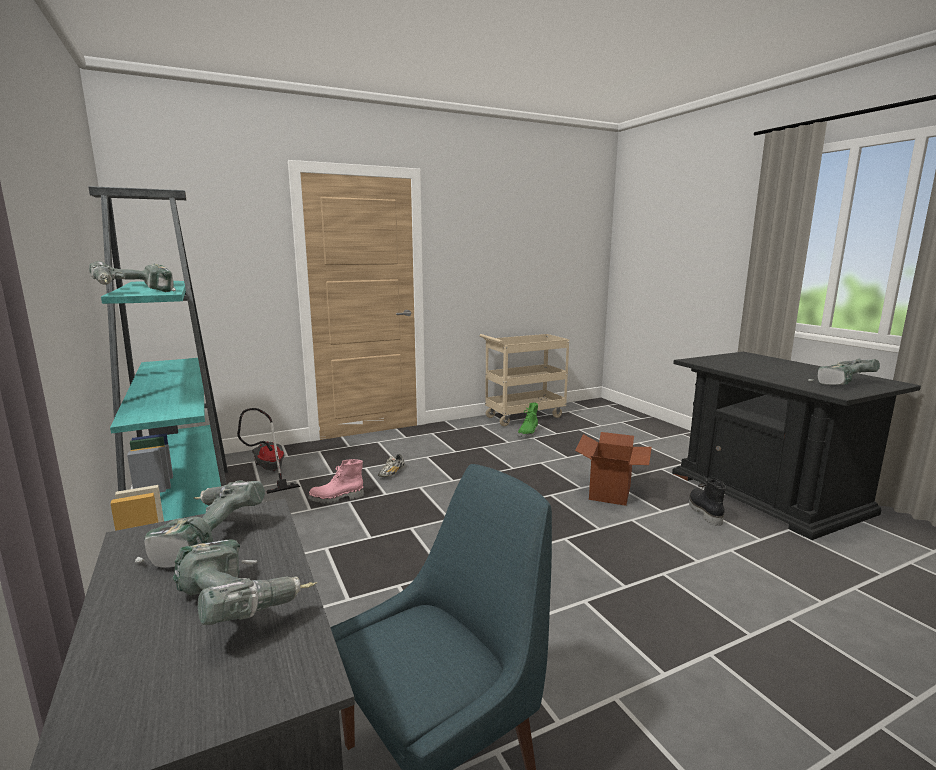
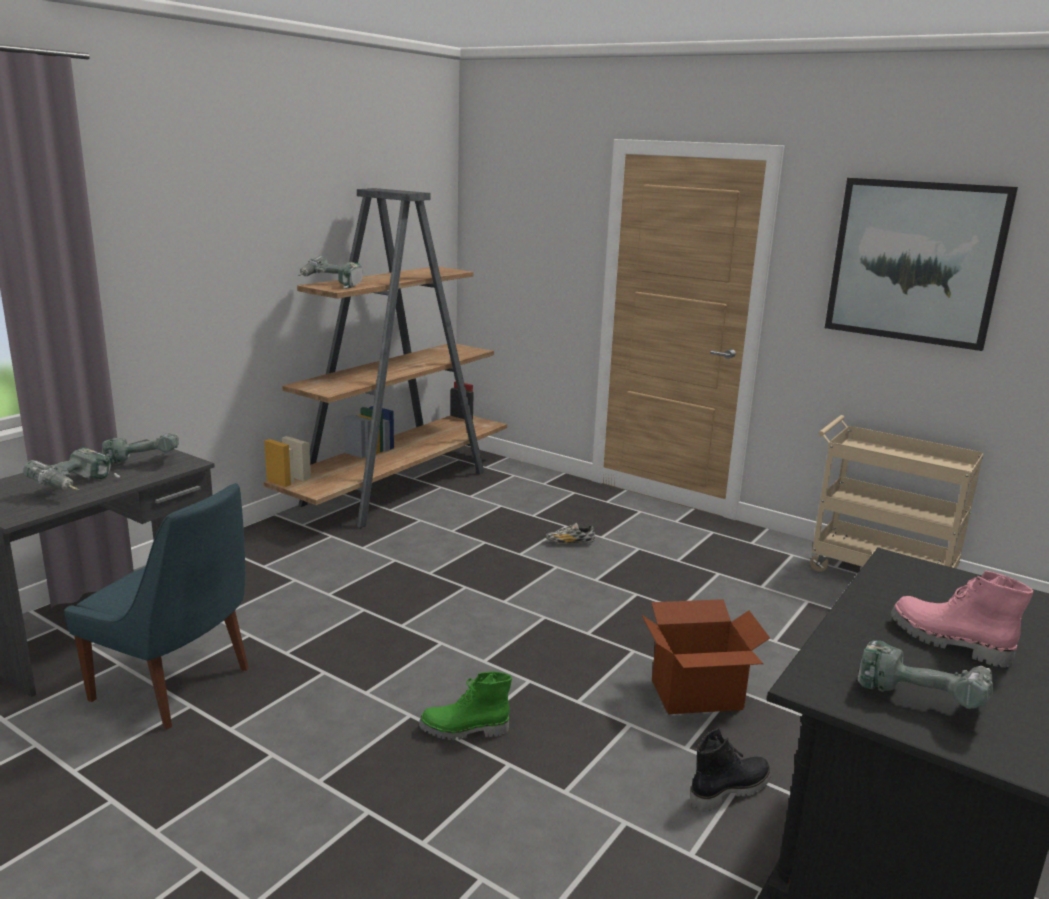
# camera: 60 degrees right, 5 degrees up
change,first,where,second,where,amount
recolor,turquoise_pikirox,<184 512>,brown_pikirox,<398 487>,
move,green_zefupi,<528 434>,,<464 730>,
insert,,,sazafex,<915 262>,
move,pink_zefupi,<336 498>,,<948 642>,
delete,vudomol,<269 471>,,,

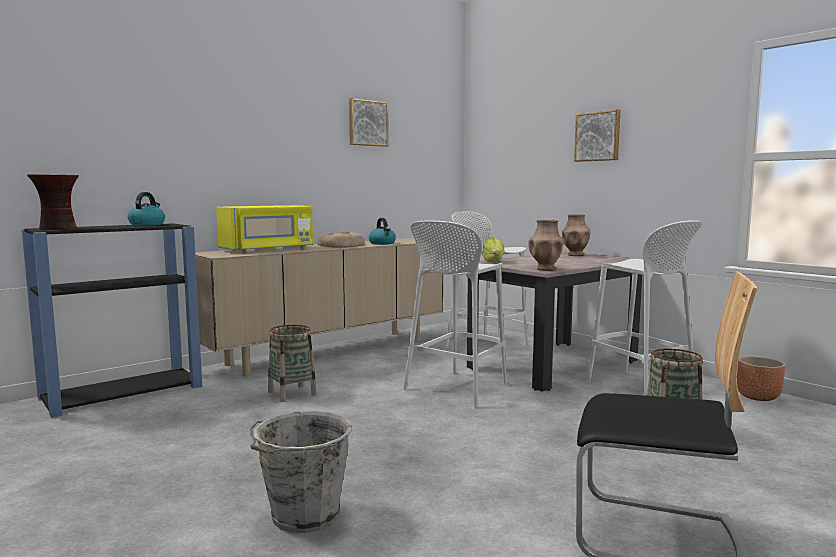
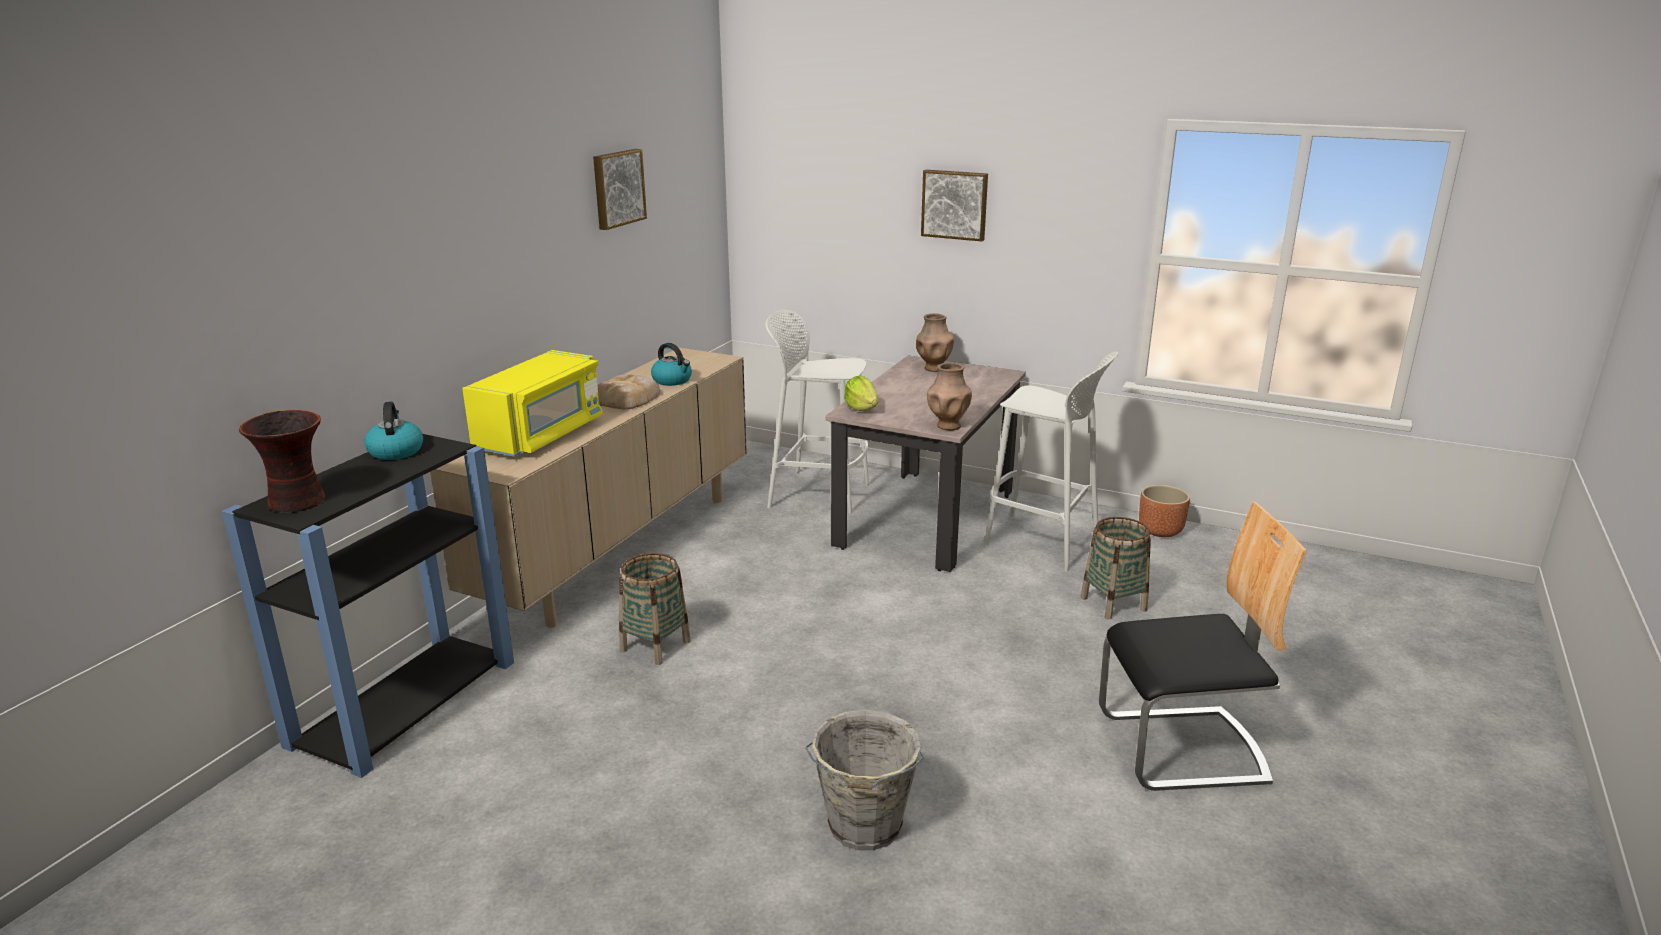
# camera: 25 degrees left, 15 degrees up
change,first,where,second,where,amount
delete,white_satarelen,<457 388>,,,

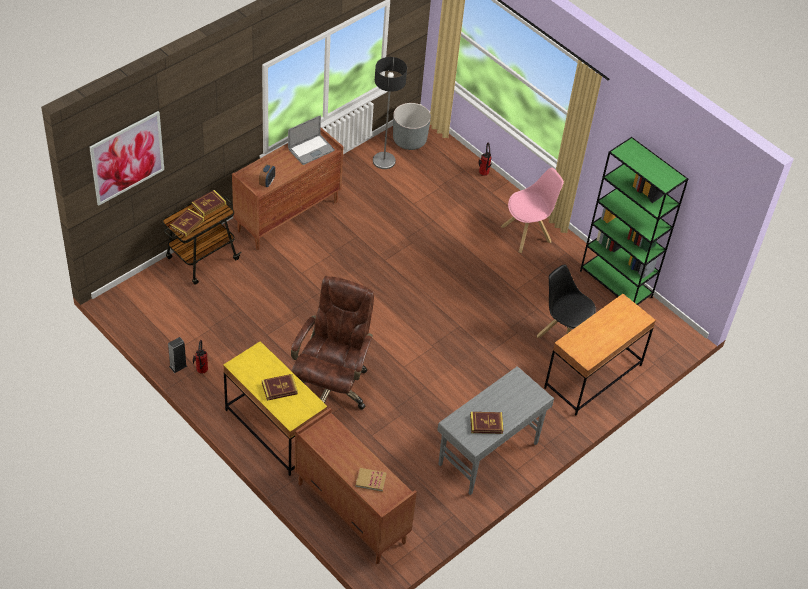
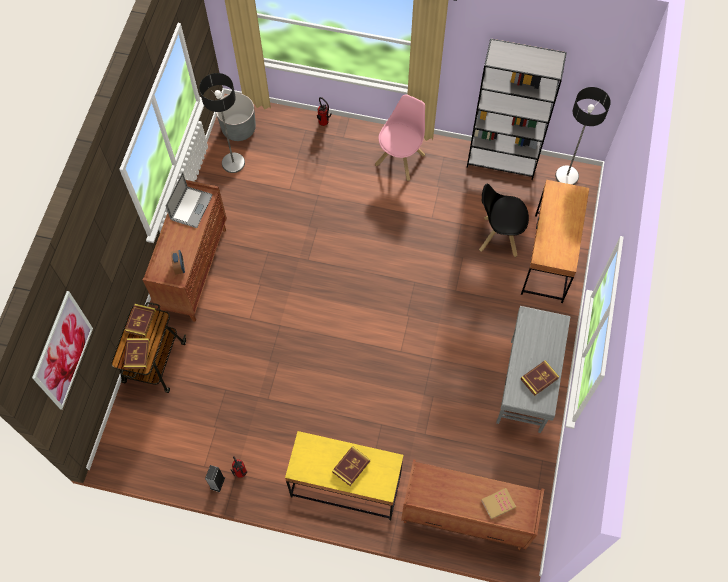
# camera: 30 degrees left, 15 degrees up
change,first,where,second,where,amount
recolor,green_pikirox,<616 284>,grey_pikirox,<502 161>,
insert,,,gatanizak,<567 176>,
delete,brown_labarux,<331 387>,,,

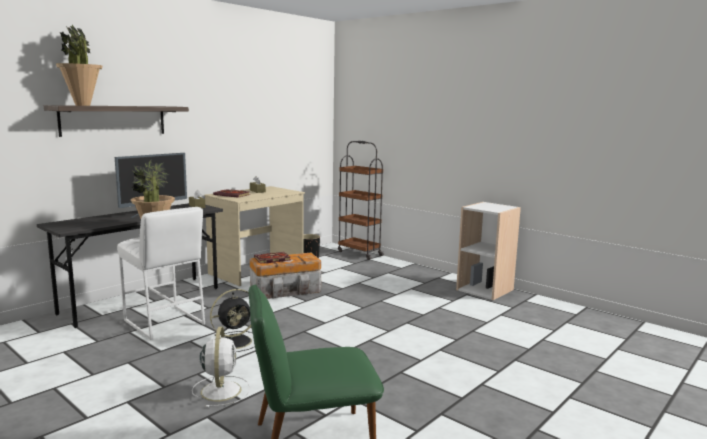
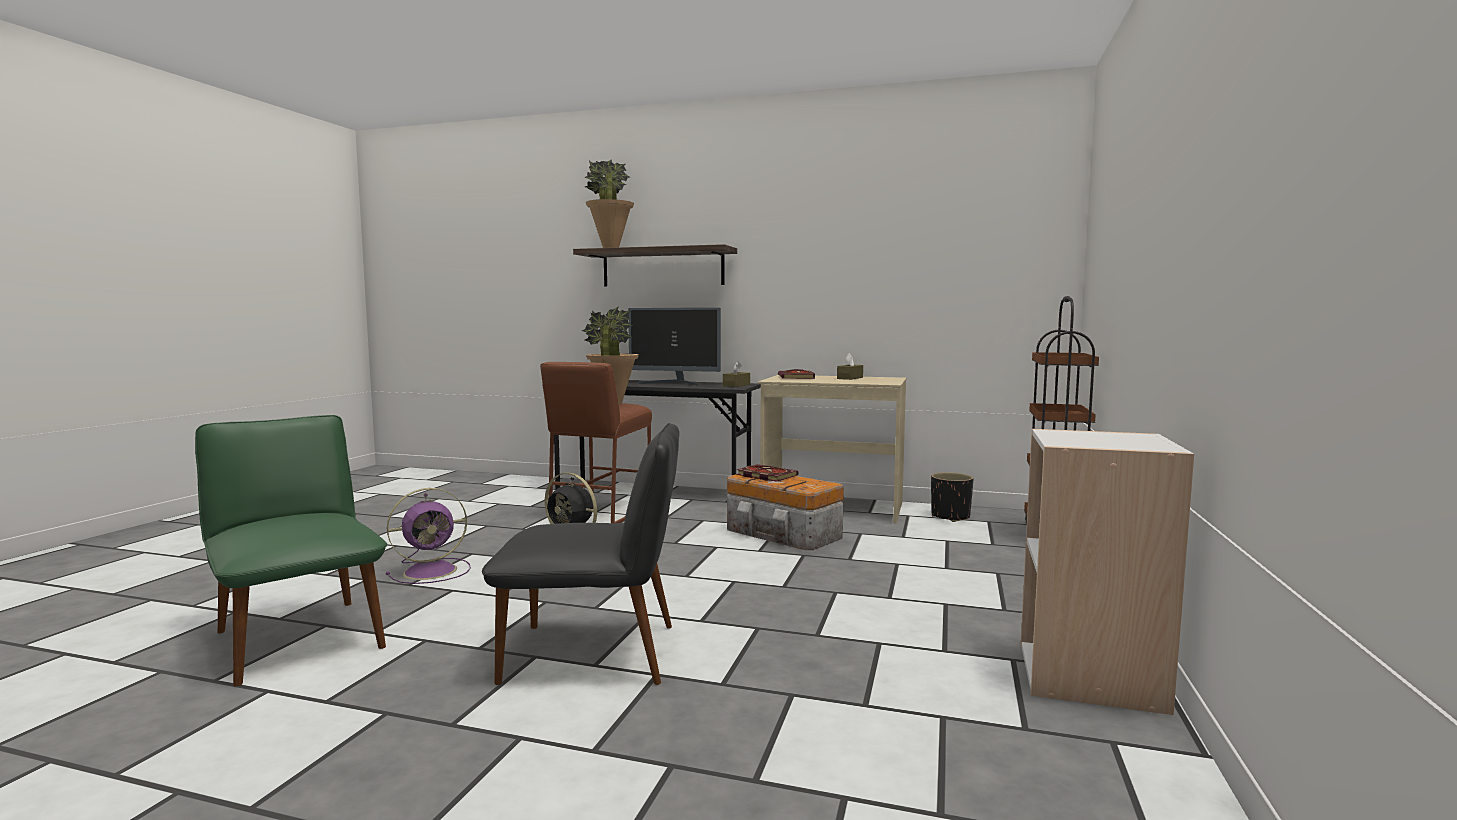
# camera: 65 degrees right, 5 degrees down
change,first,where,second,where,amount
recolor,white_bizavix,<221 390>,purple_bizavix,<433 571>,
insert,,,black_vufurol,<591 653>,
recolor,white_satarelen,<164 322>,brown_satarelen,<600 513>,

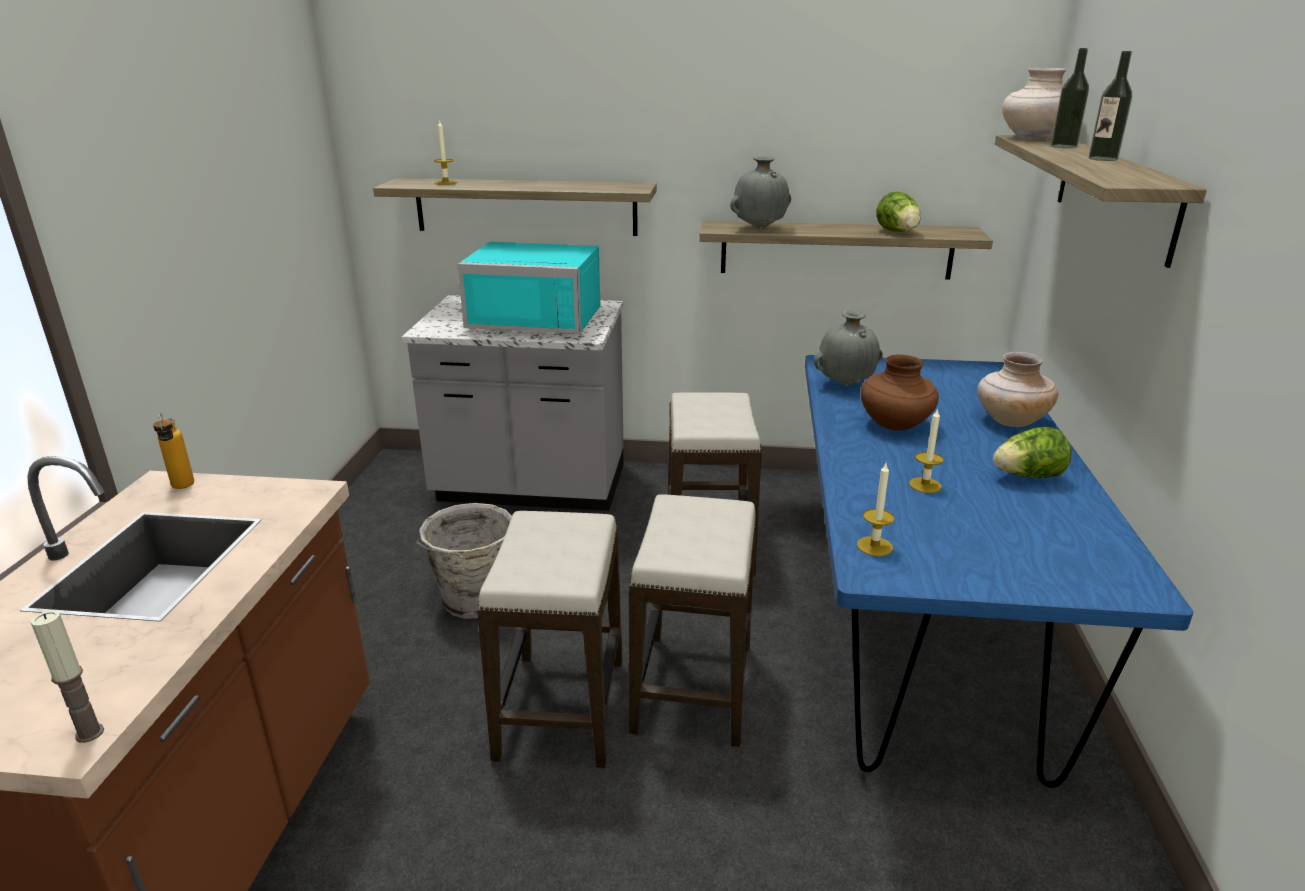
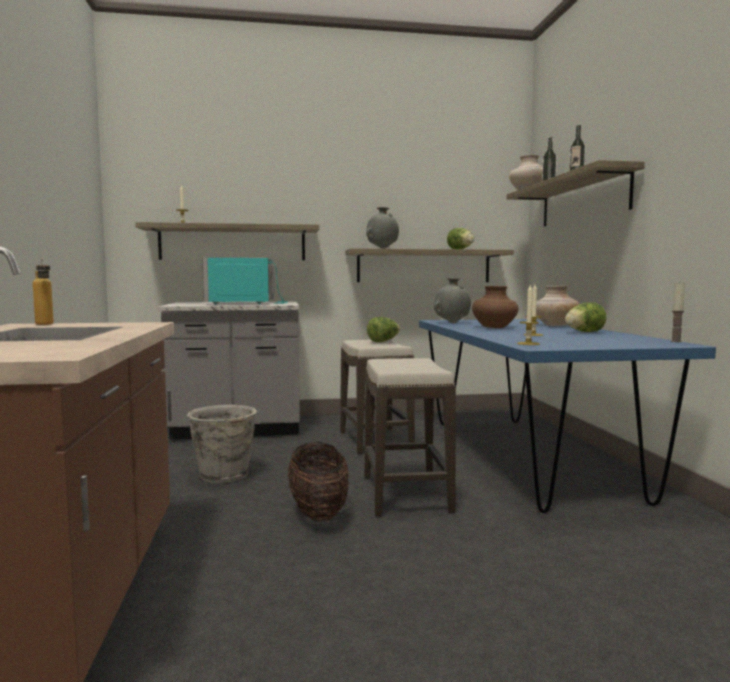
# camera: 15 degrees left, 20 degrees down
change,first,where,second,where,amount
rotate,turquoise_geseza,<538 317>,,<247 303>,90 degrees clockwise
replace,satarelen,<561 708>,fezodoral,<318 512>,
insert,,,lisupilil,<383 341>,
move,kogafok,<90 733>,,<676 341>,

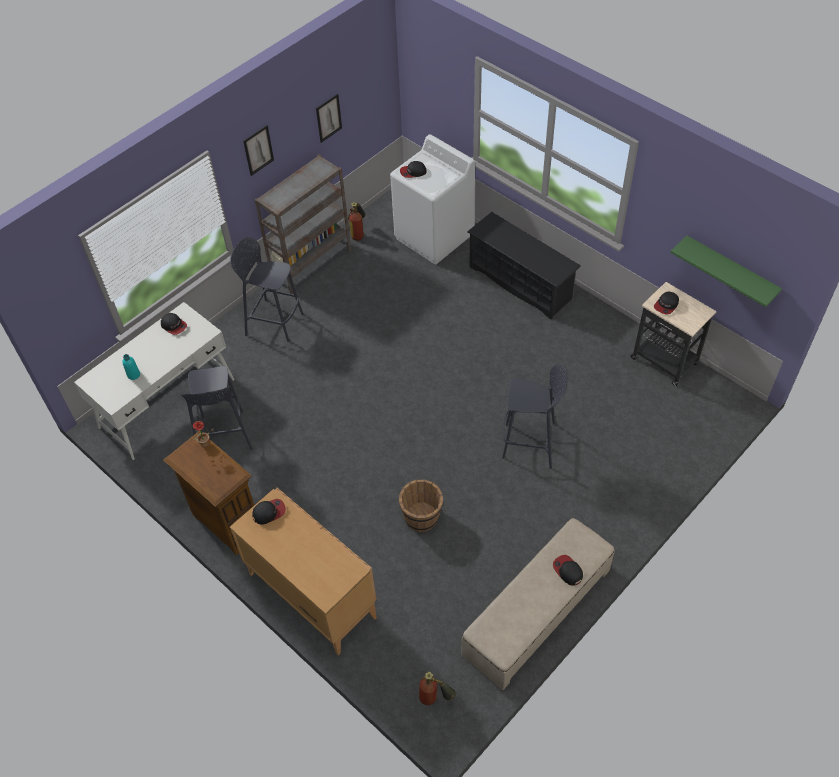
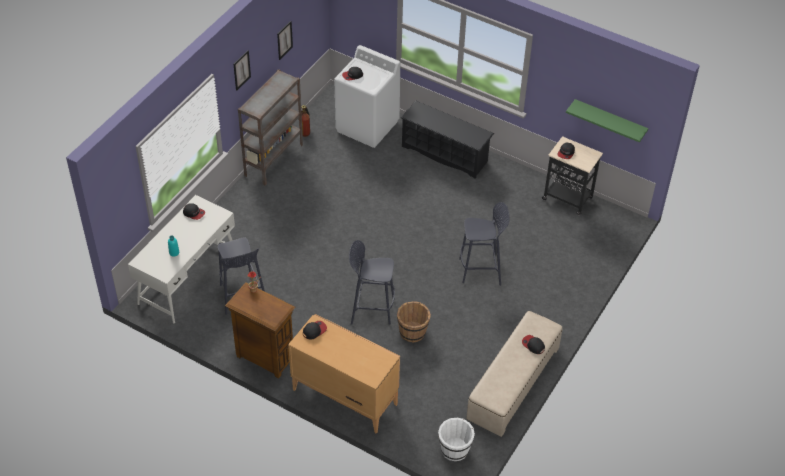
# camera: 15 degrees left, 5 degrees down
change,first,where,second,where,amount
move,grey_satarelen,<274 322>,,<371 309>,
replace,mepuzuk,<435 699>,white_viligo,<454 450>,

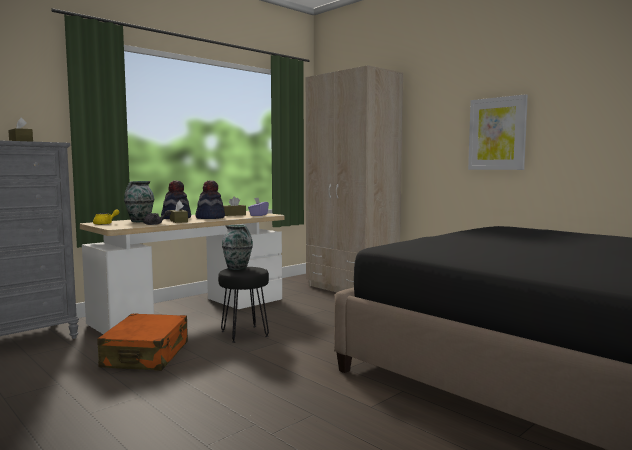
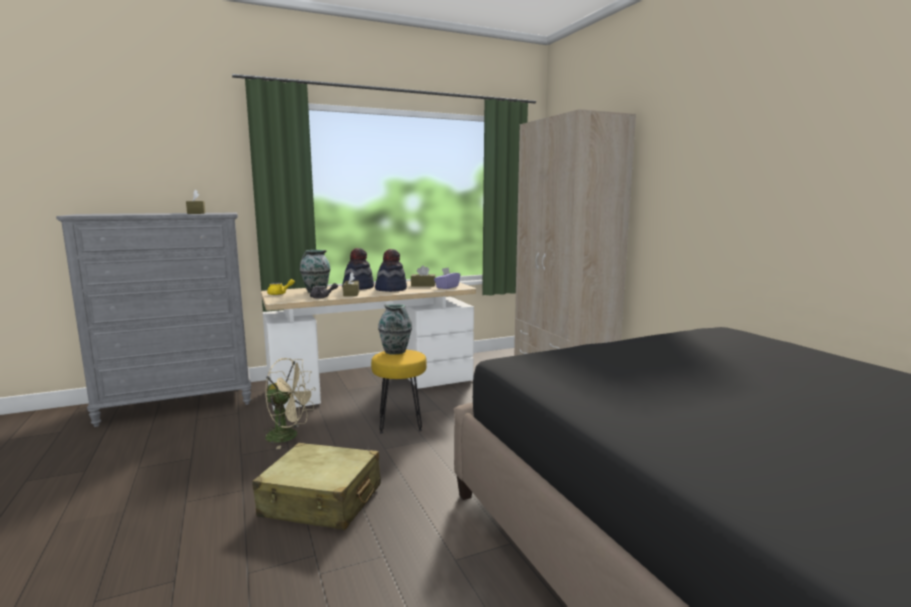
# camera: 20 degrees right, 5 degrees up
change,first,where,second,where,amount
insert,,,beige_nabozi,<321 501>,
replace,orange_nabozi,<146 355>,beige_bizavix,<289 436>,
recolor,black_satarelen,<244 334>,yellow_satarelen,<399 423>,
delete,sazafex,<497 134>,,,

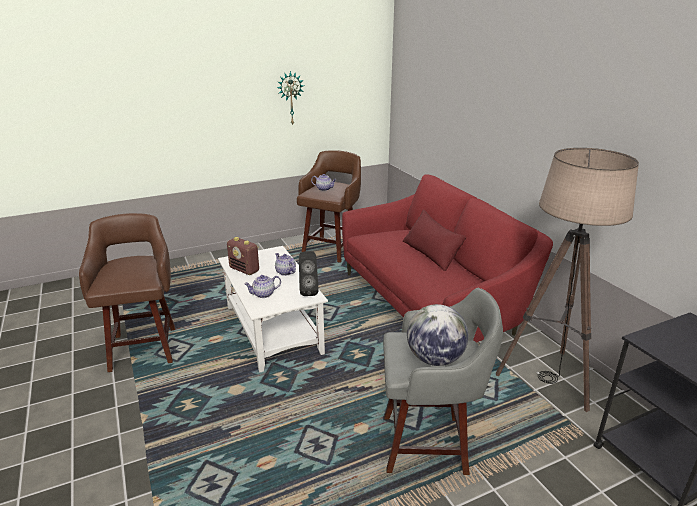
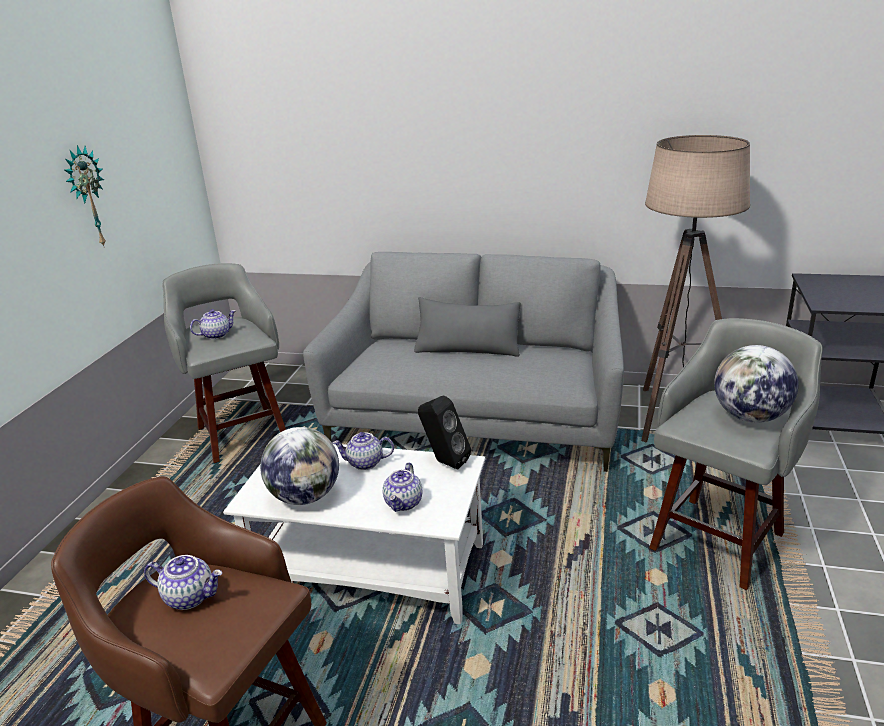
# camera: 50 degrees left, 0 degrees up
change,first,where,second,where,amount
insert,,,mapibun,<190 596>,
recolor,brown_satarelen,<331 248>,grey_satarelen,<242 432>,
replace,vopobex,<244 270>,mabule,<305 497>,
recolor,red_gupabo,<432 304>,grey_gupabo,<476 419>,

